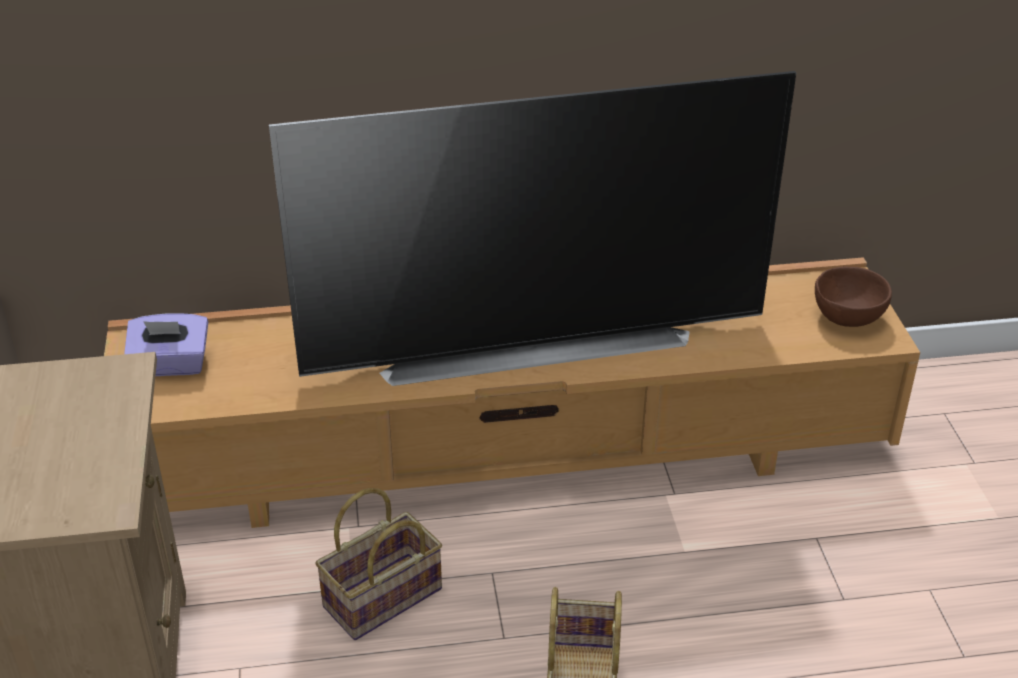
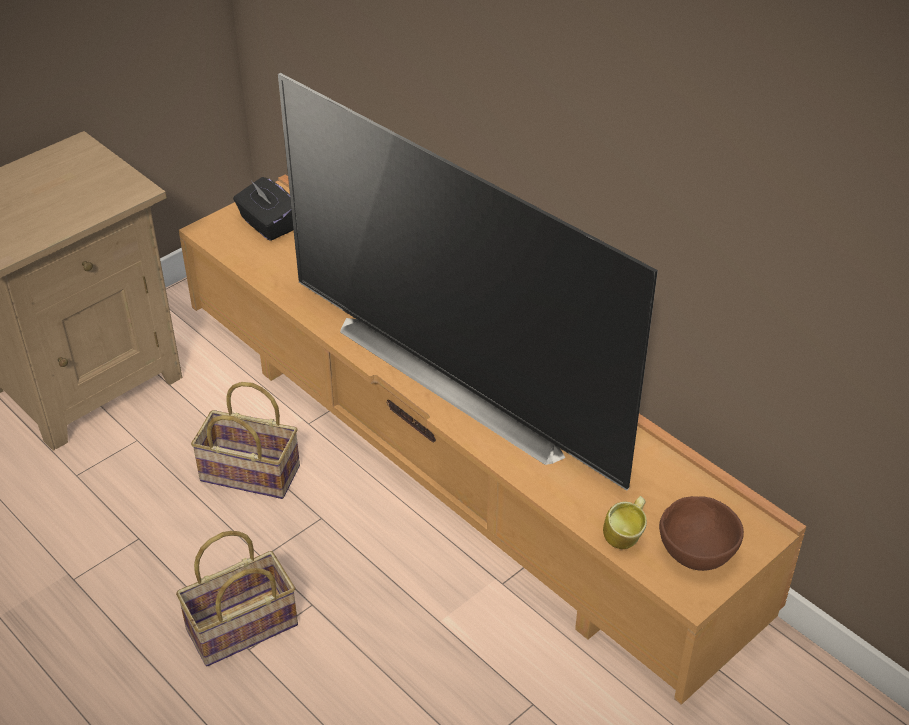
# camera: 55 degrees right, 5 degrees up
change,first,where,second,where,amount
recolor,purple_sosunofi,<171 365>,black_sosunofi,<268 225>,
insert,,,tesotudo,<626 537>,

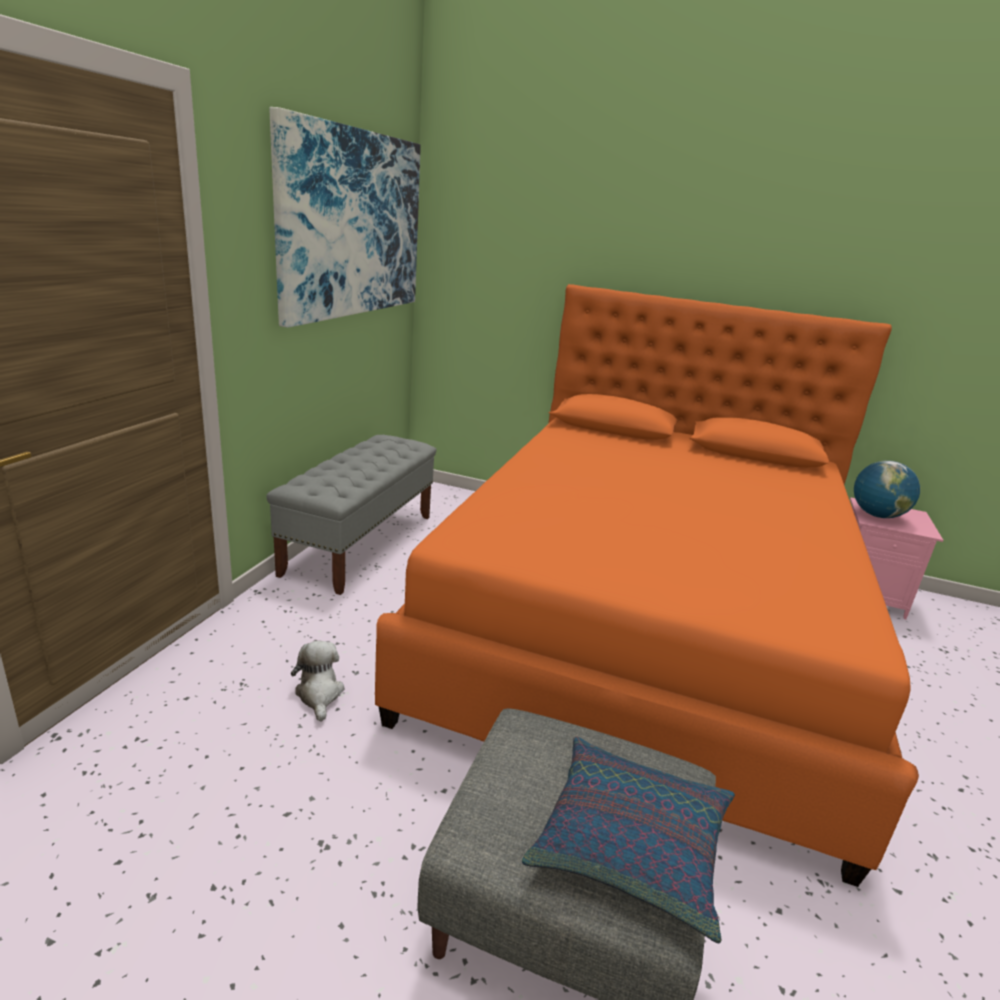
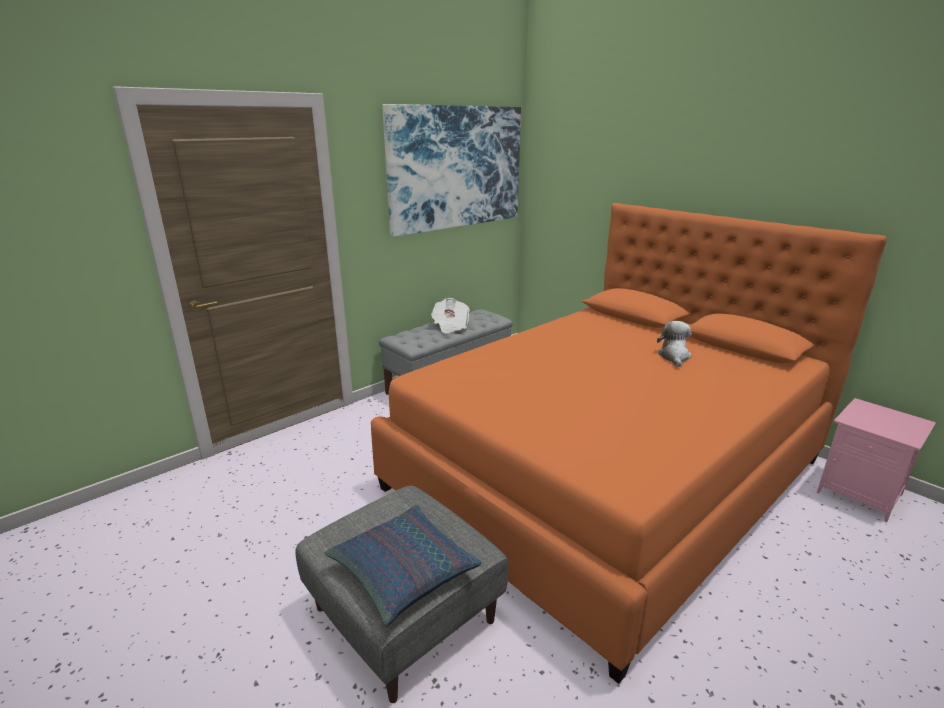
# camera: 30 degrees right, 0 degrees up
change,first,where,second,where,amount
insert,,,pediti,<450 326>,
move,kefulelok,<319 694>,,<674 357>,
delete,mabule,<877 515>,,,

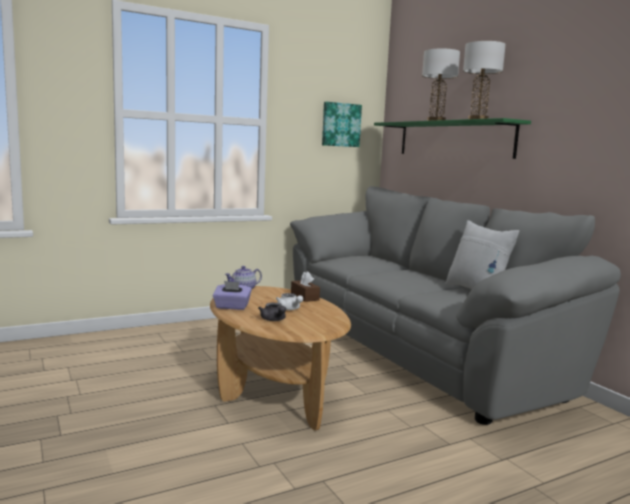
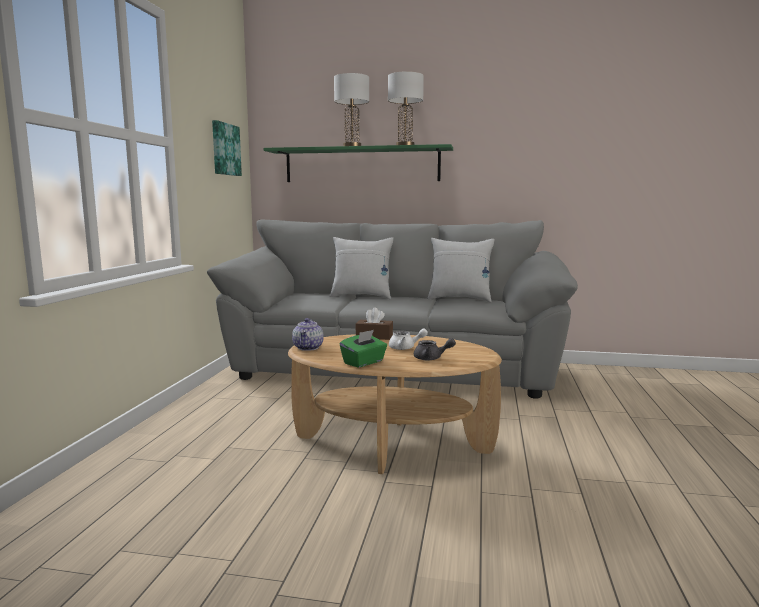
# camera: 50 degrees left, 0 degrees up
change,first,where,second,where,amount
insert,,,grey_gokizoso,<361 297>,
recolor,purple_sosunofi,<231 307>,green_sosunofi,<364 362>,

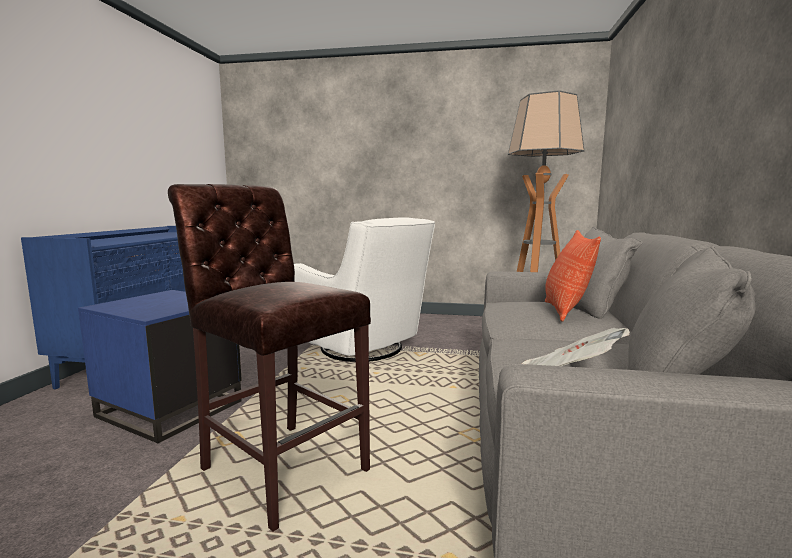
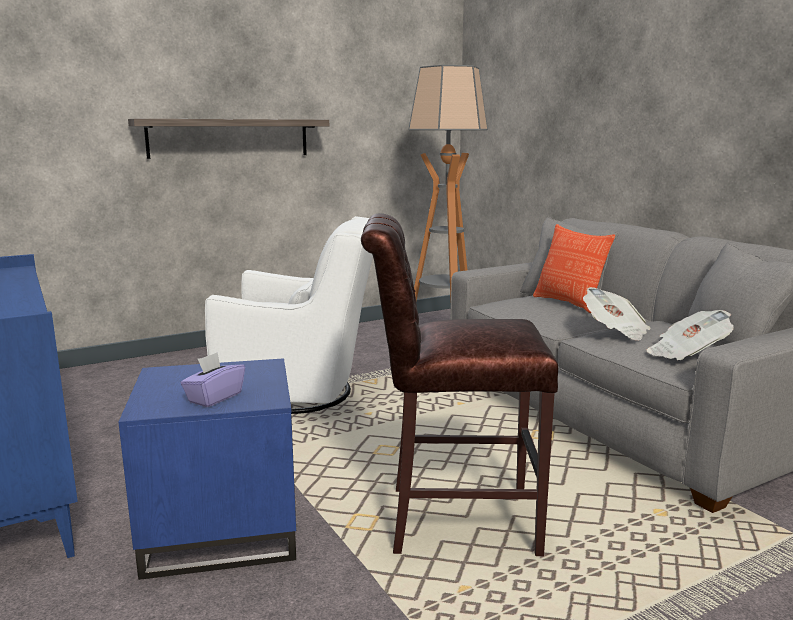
# camera: 40 degrees left, 5 degrees up
change,first,where,second,where,amount
insert,,,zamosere,<229 138>,
insert,,,purple_sosunofi,<214 398>,
insert,,,pediti,<615 331>,

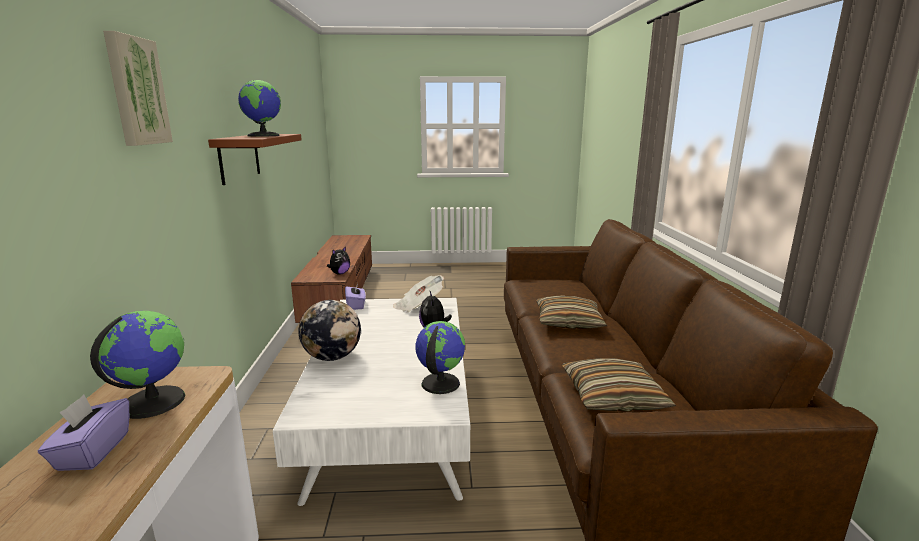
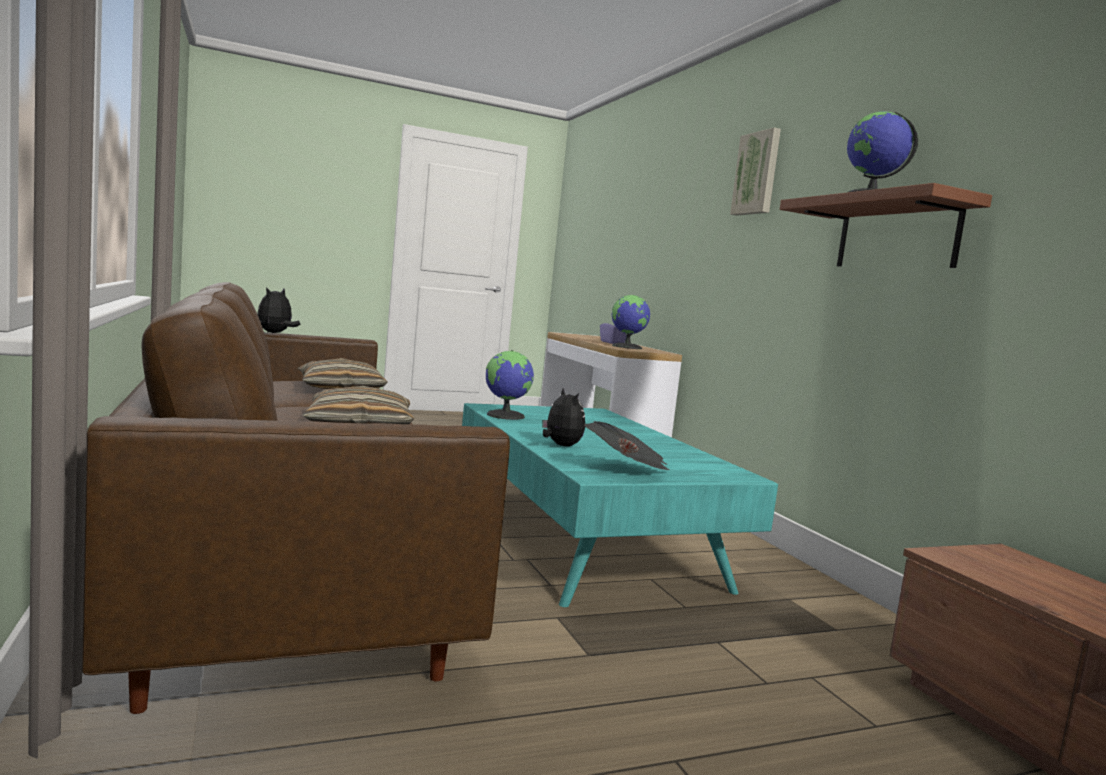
# camera: 160 degrees right, 10 degrees down
change,first,where,second,where,amount
move,kefulelok,<340 273>,,<275 333>,
recolor,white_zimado,<391 419>,turquoise_zimado,<585 538>,
delete,mabule,<332 357>,,,
delete,purple_sosunofi,<356 305>,,,

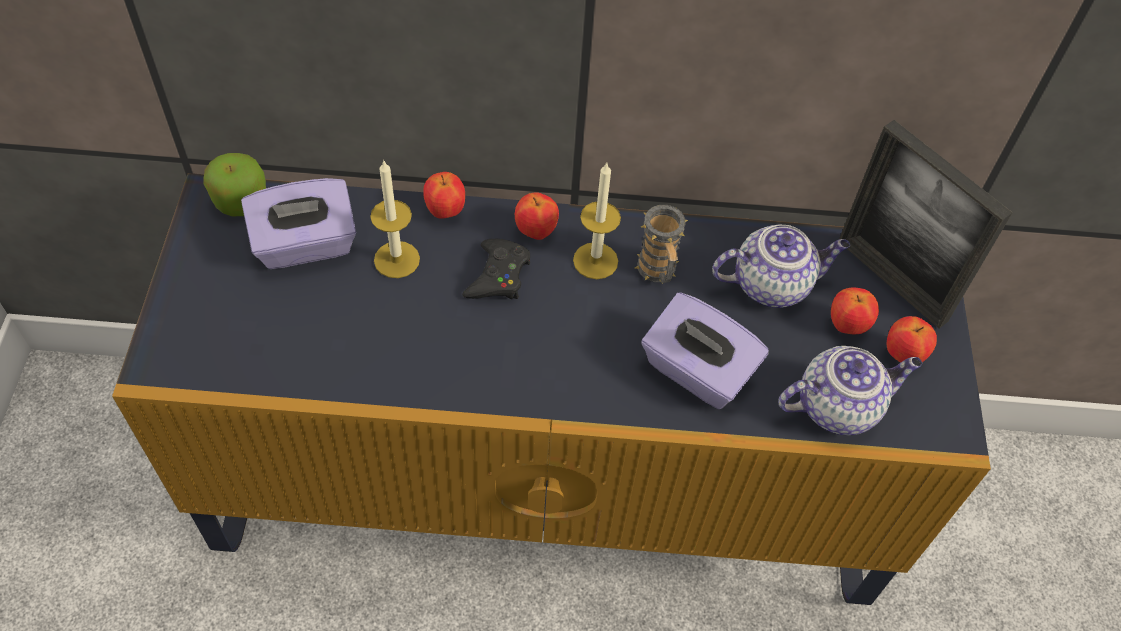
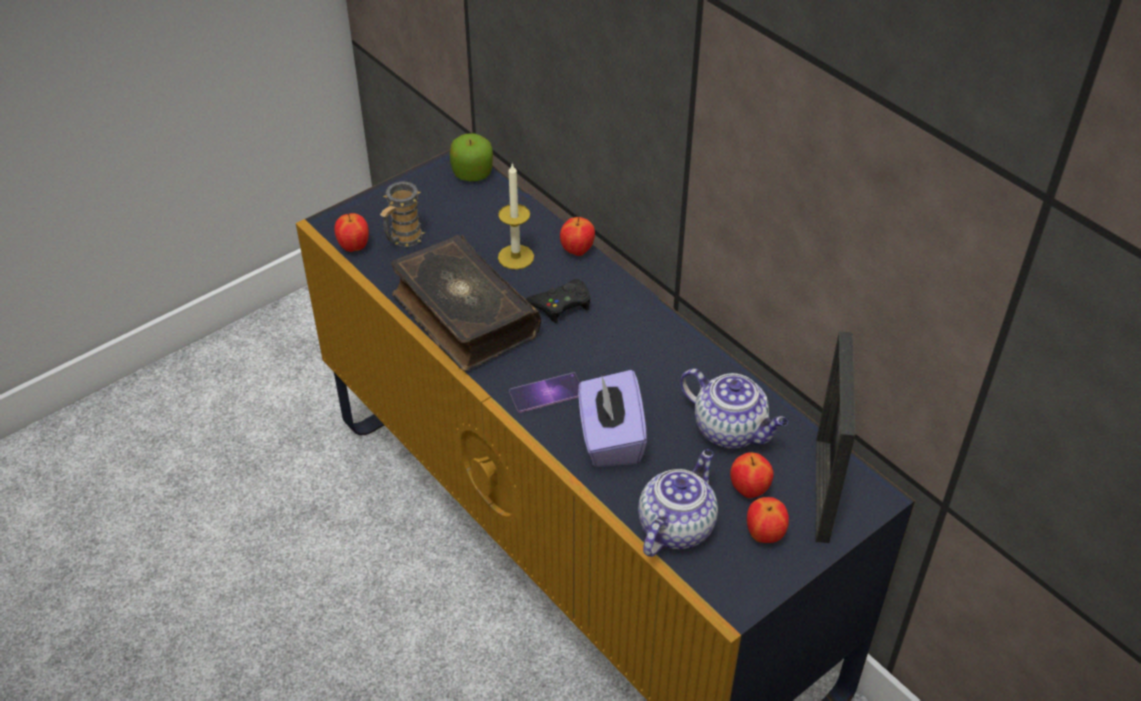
# camera: 50 degrees right, 10 degrees down
change,first,where,second,where,amount
move,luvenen,<536 231>,,<354 247>,
move,tesotudo,<658 273>,,<403 240>,
insert,,,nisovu,<463 316>,
insert,,,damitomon,<546 393>,
rotate,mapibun,<838 406>,,<676 526>,90 degrees counterclockwise
delete,purple_sosunofi,<306 245>,,,
delete,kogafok,<595 261>,,,

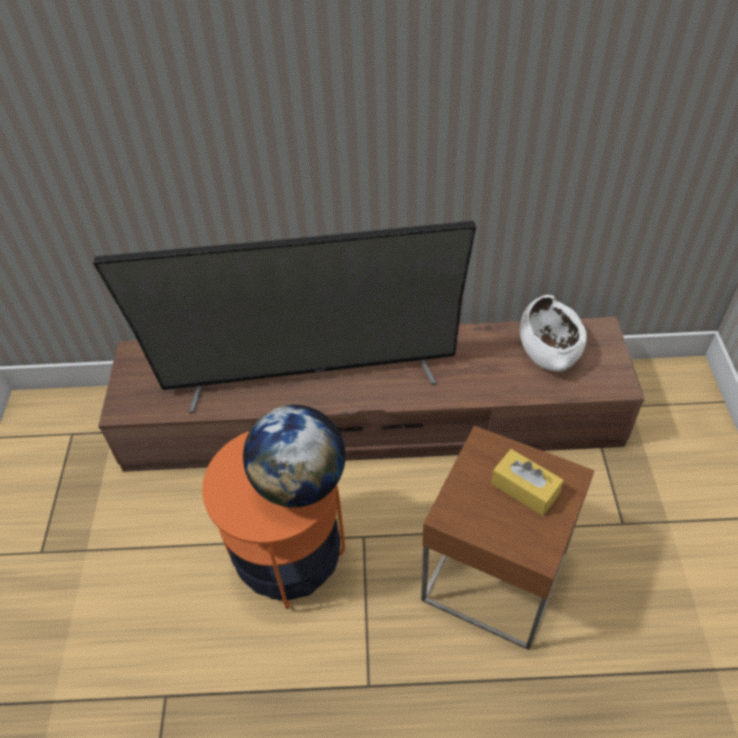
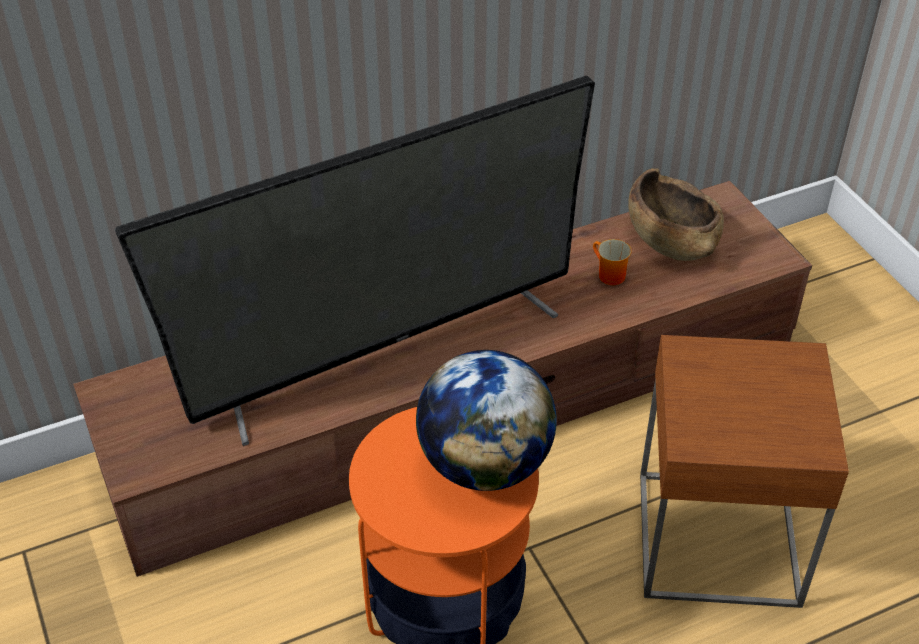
# camera: 25 degrees left, 5 degrees down
change,first,where,second,where,amount
insert,,,tesotudo,<607 275>,
recolor,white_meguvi,<548 347>,brown_meguvi,<670 236>,
delete,yellow_sosunofi,<525 489>,,,

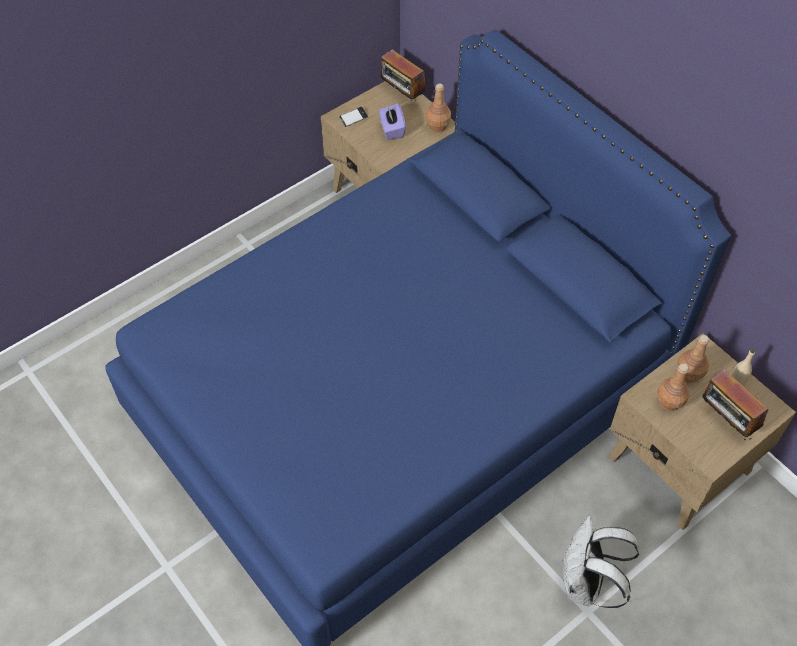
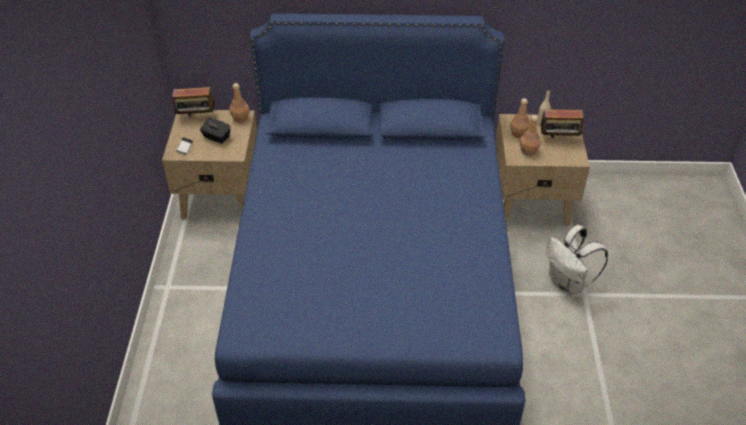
# camera: 50 degrees left, 10 degrees down
change,first,where,second,where,amount
recolor,purple_sosunofi,<392 129>,black_sosunofi,<216 137>,

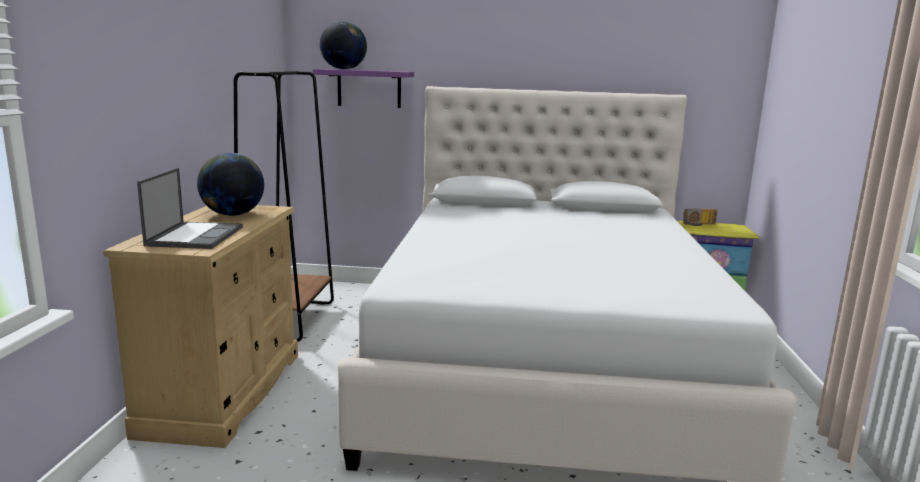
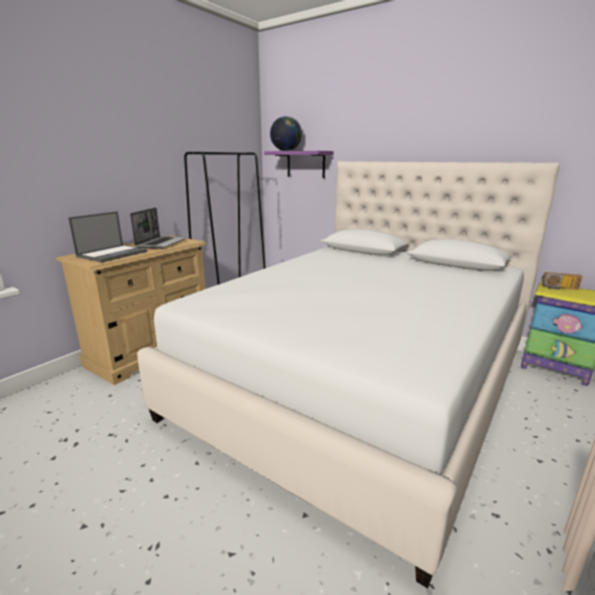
# camera: 30 degrees right, 5 degrees up
change,first,where,second,where,amount
replace,mabule,<232 215>,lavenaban,<161 243>,

